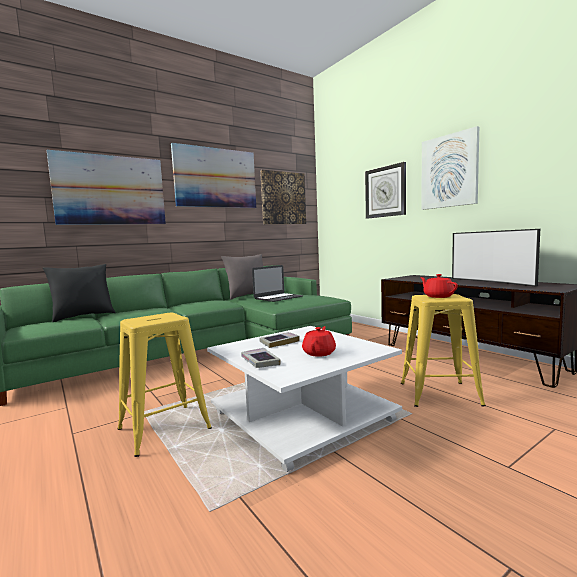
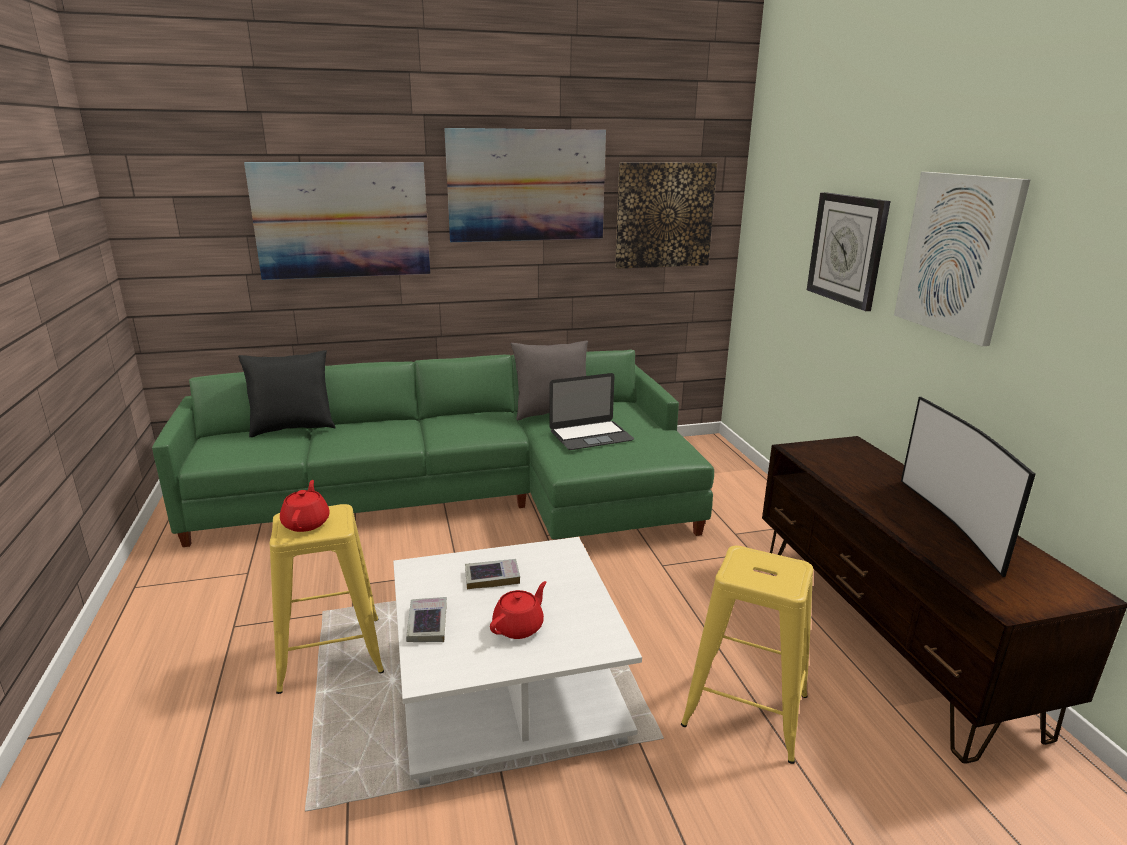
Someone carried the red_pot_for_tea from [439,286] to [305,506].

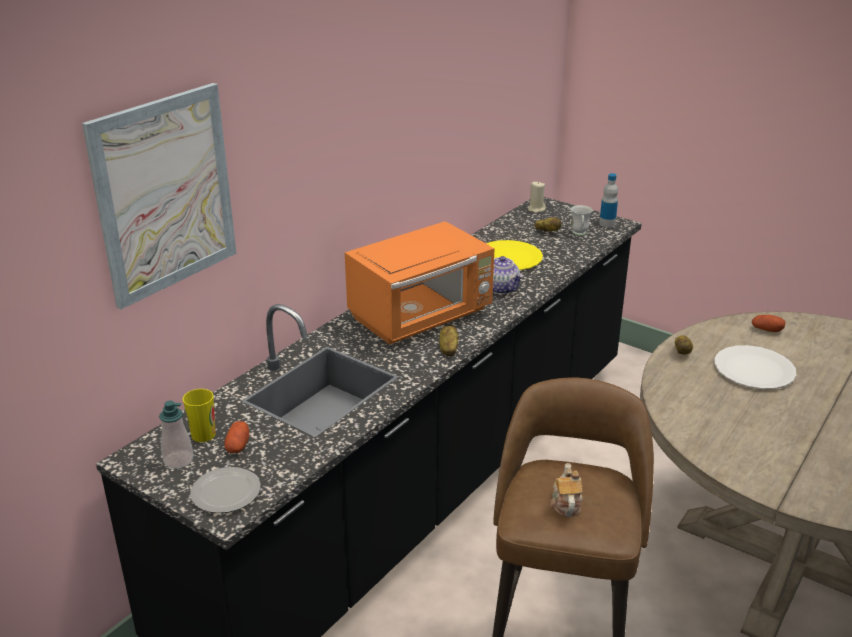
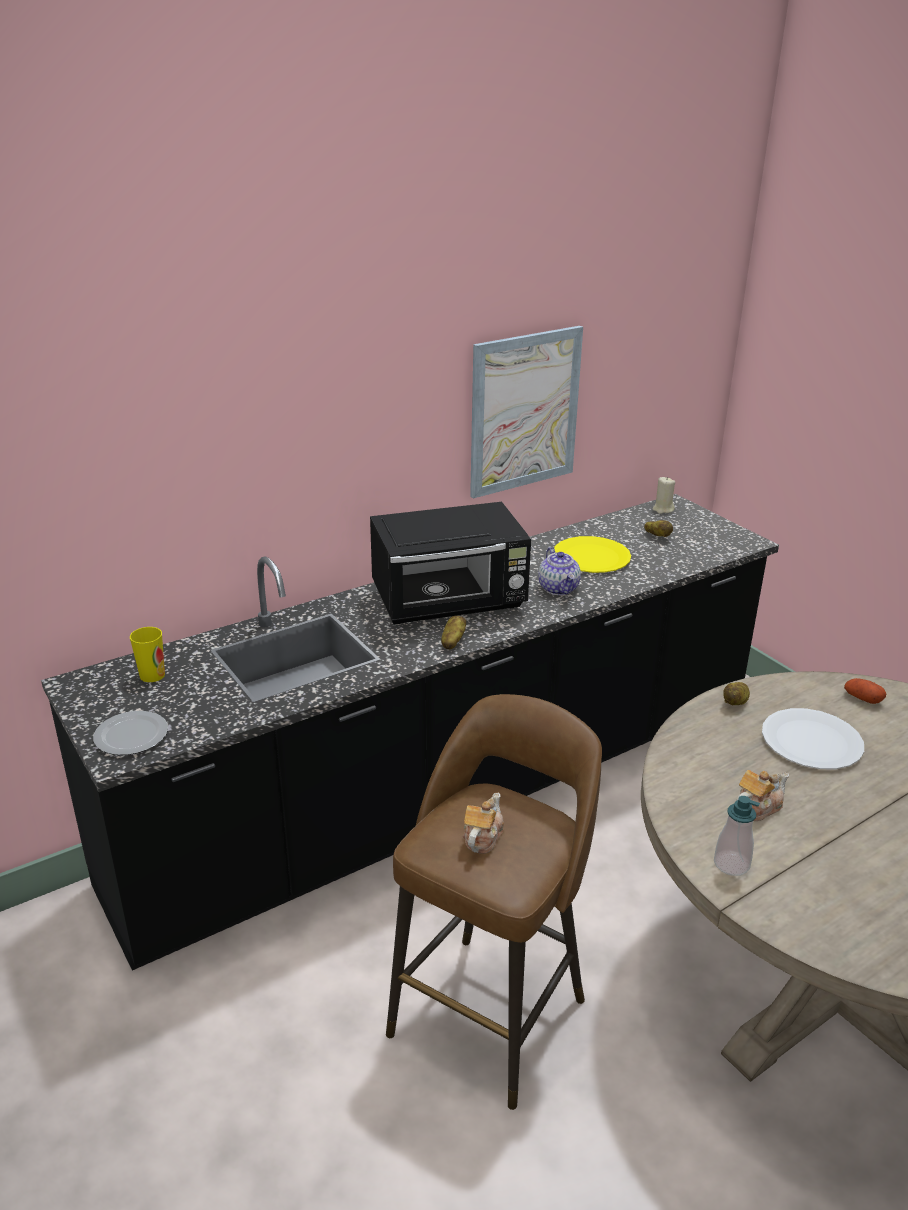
Someone carried the wall_art from [159,196] to [526,412]. Someone took away the bottle at [608,200]. Someone took away the white-coloured_coffee_mug at [581,220]. Someone repainted the orange-coloured_microwave_oven at [420,283], which became the black-coloured_microwave_oven at [450,563]. Someone carried the soap_bottle from [176,435] to [737,836]. Someone took away the spud at [236,437]. Someone put down the pot_for_tea at [762,795].

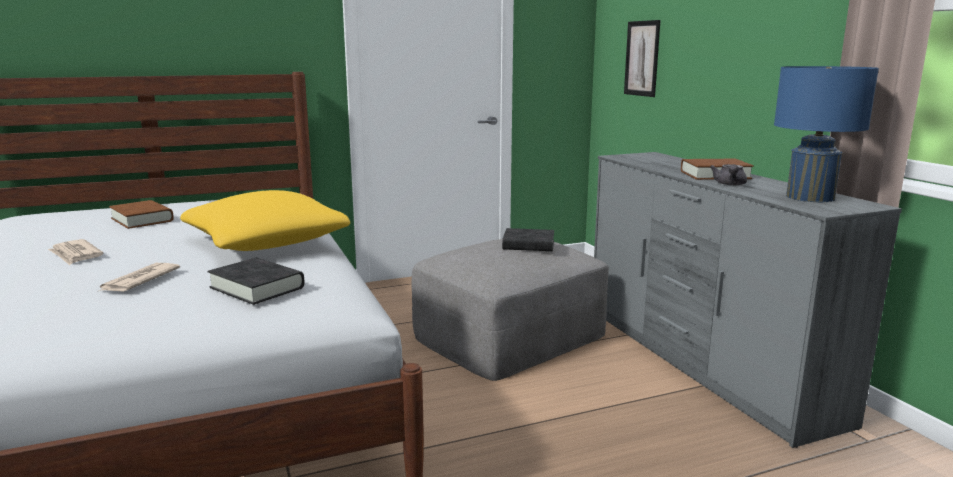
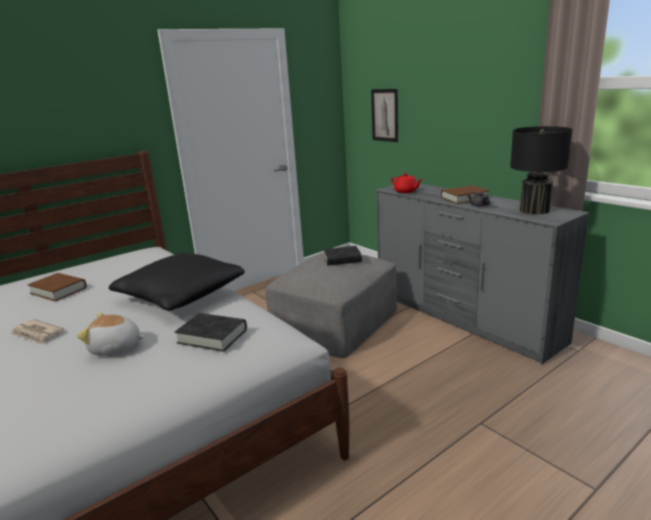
Someone repainted the blue-coloured_lamp_for_a_table at [826,134], which became the black-coloured_lamp_for_a_table at [541,170]. Someone repainted the yellow_pillow at [265,220], which became the black-coloured_pillow at [177,281]. Someone swapped the printed_paper at [139,277] for the plush_toy at [111,334]. Someone put down the red_pot_for_tea at [407,183].

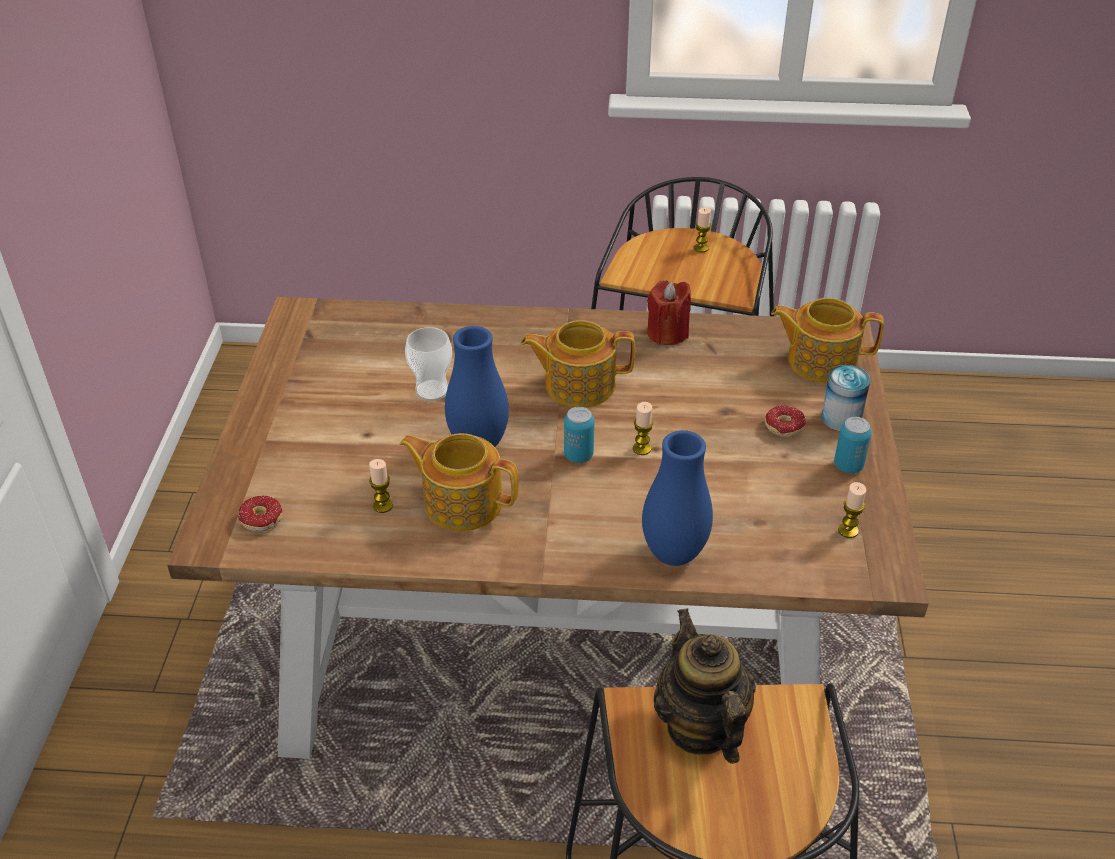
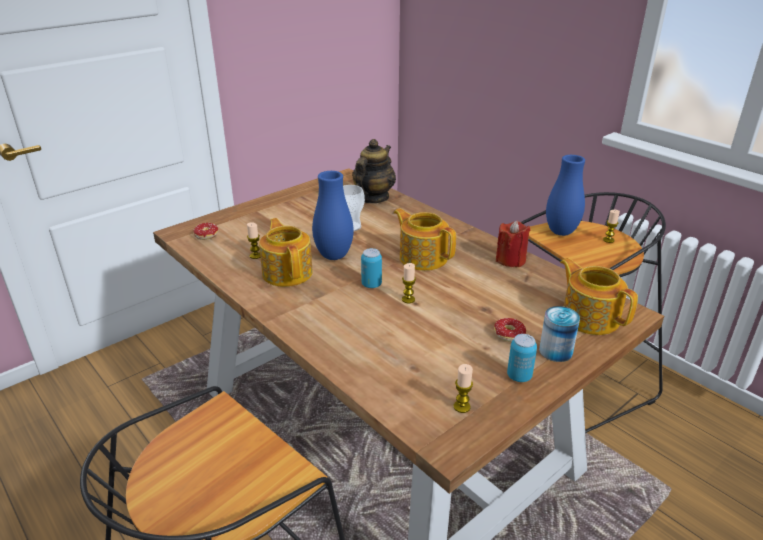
Someone carried the blue-coloured_flower_vase from [677,498] to [565,195]. Someone carried the pot_for_tea from [705,686] to [374,171].

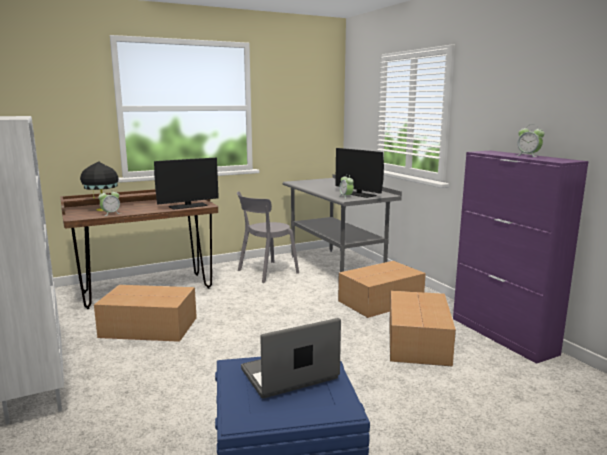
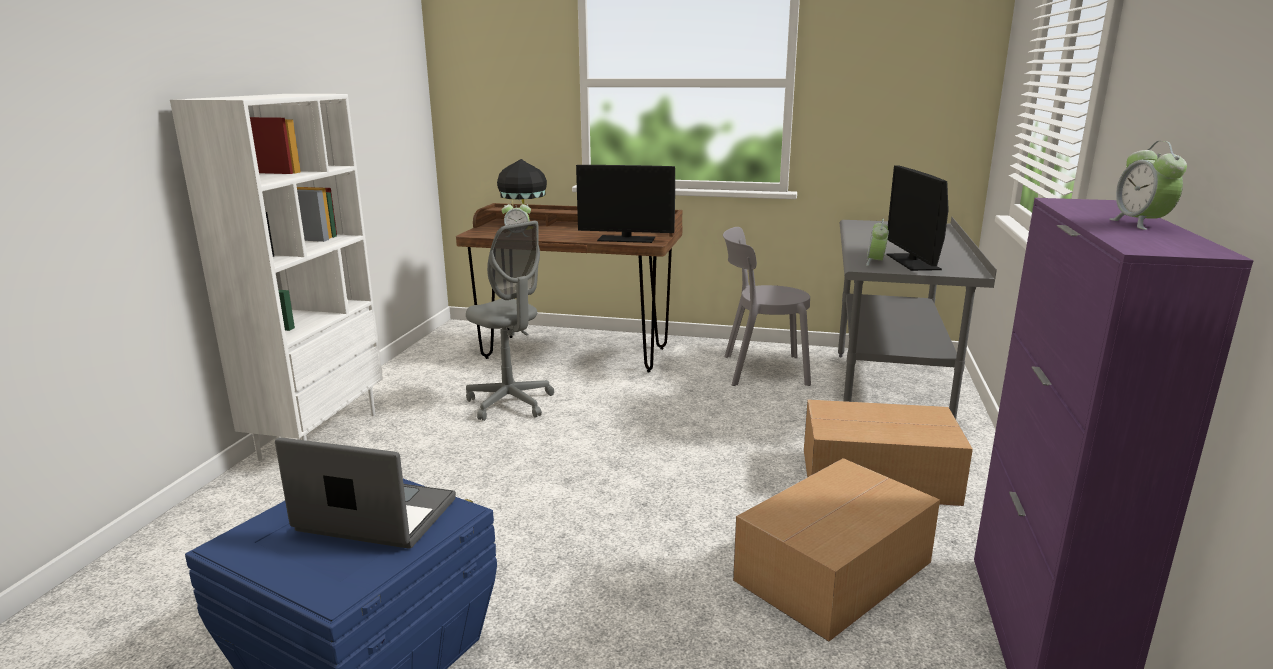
Someone swapped the packing_box at [145,313] for the grey_office_chair at [510,321].

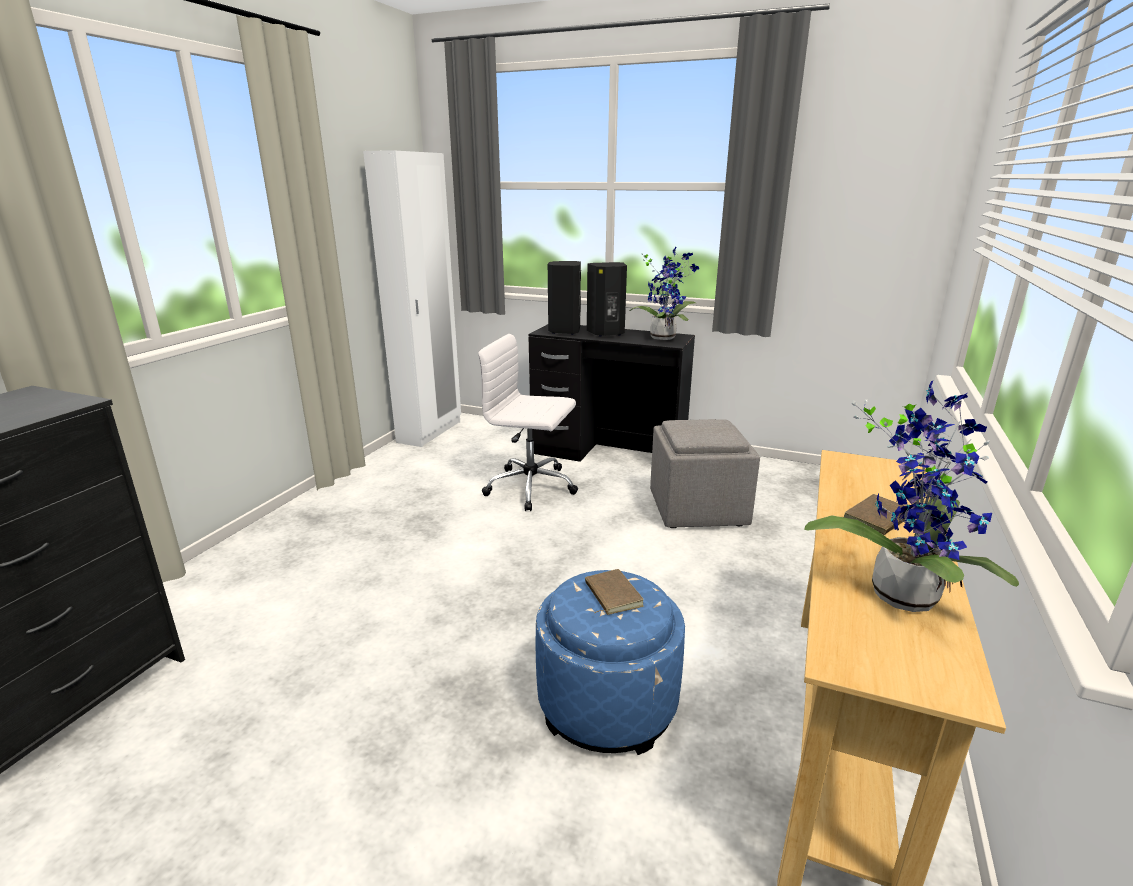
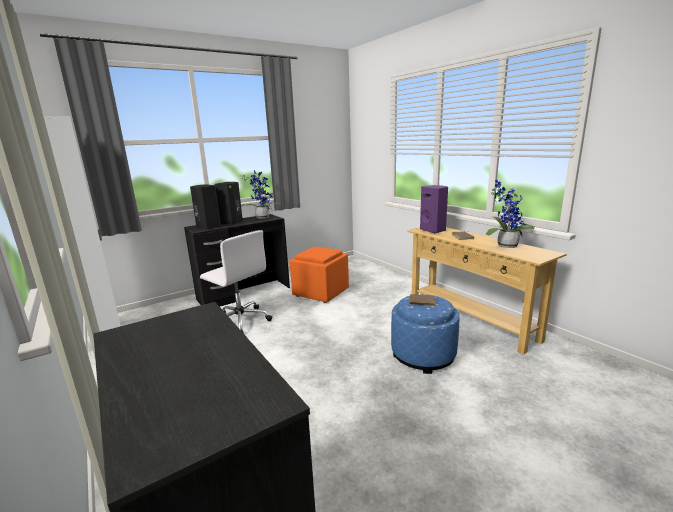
Someone rotated the white-coloured_office_chair at [528,422] by 105 degrees counterclockwise. Someone repainted the grey_pouffe at [705,473], which became the orange-coloured_pouffe at [319,275]. Someone put down the purple_speaker at [434,209].

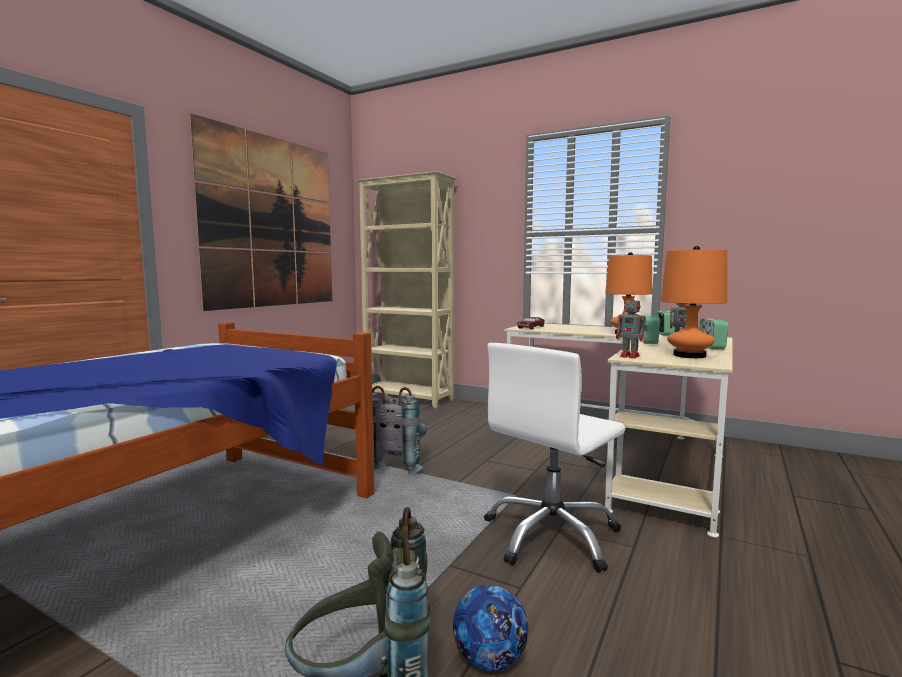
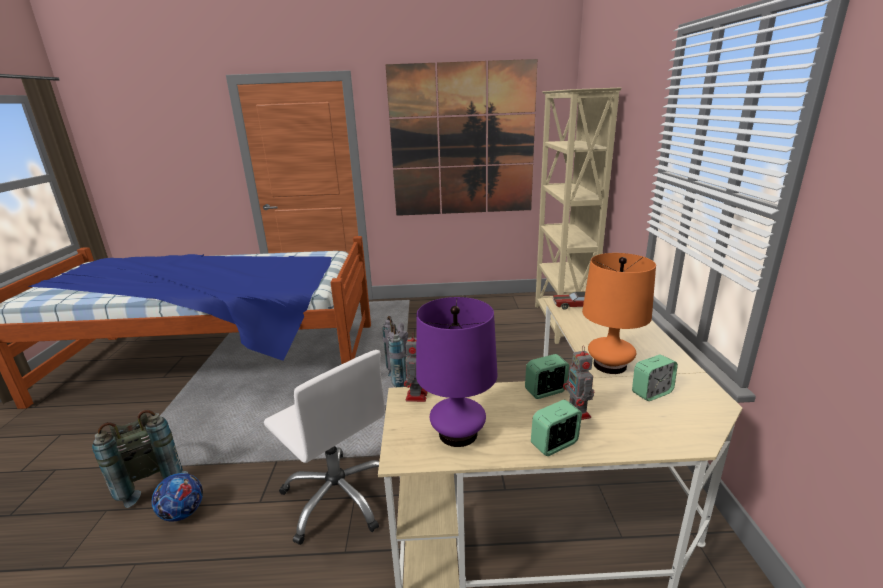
Someone repainted the orange-coloured_lamp_for_a_table at [694,302], which became the purple_lamp_for_a_table at [457,372]. Someone rotated the white-coloured_office_chair at [554,458] by 150 degrees counterclockwise.

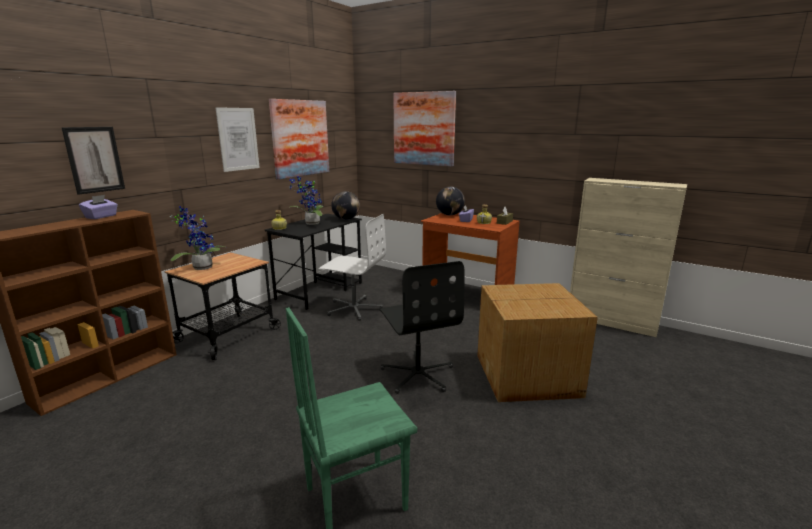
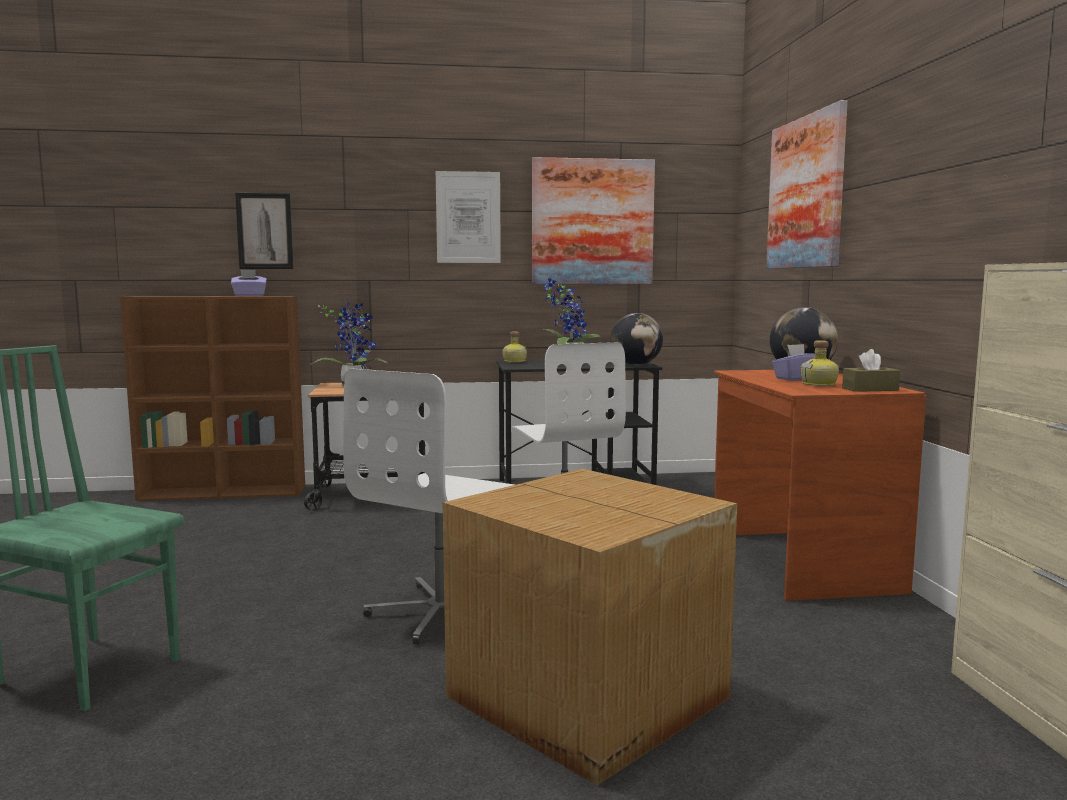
Someone repainted the black-coloured_office_chair at [422,327], which became the white-coloured_office_chair at [429,506].

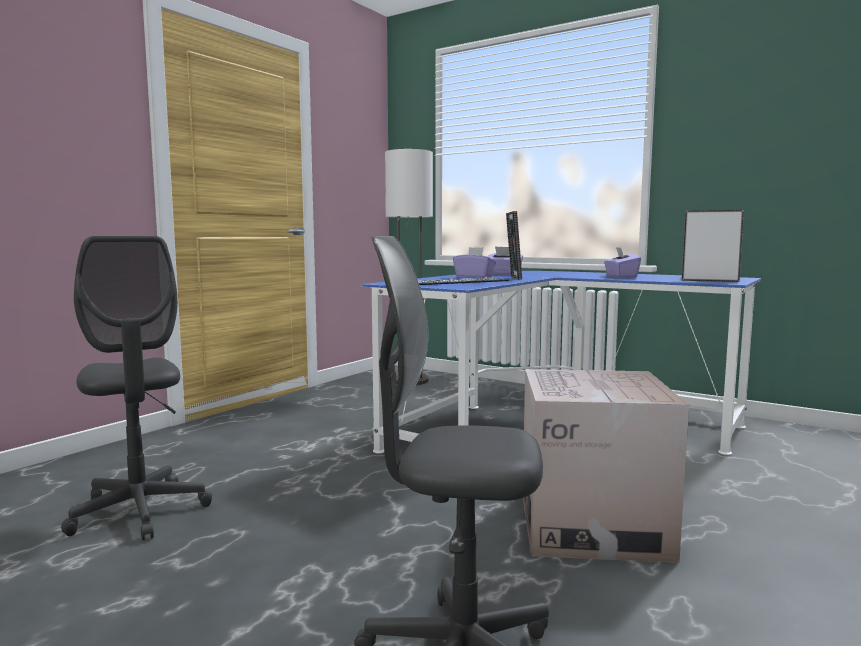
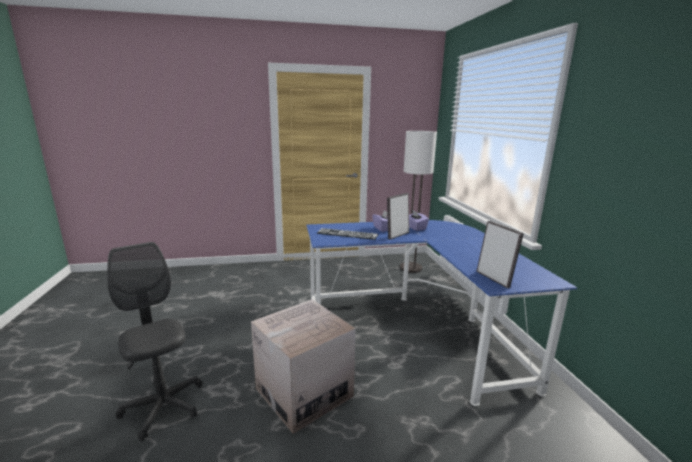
Someone took away the grey_office_chair at [136,388]. Someone took away the purple_tissue_holder at [622,262].

